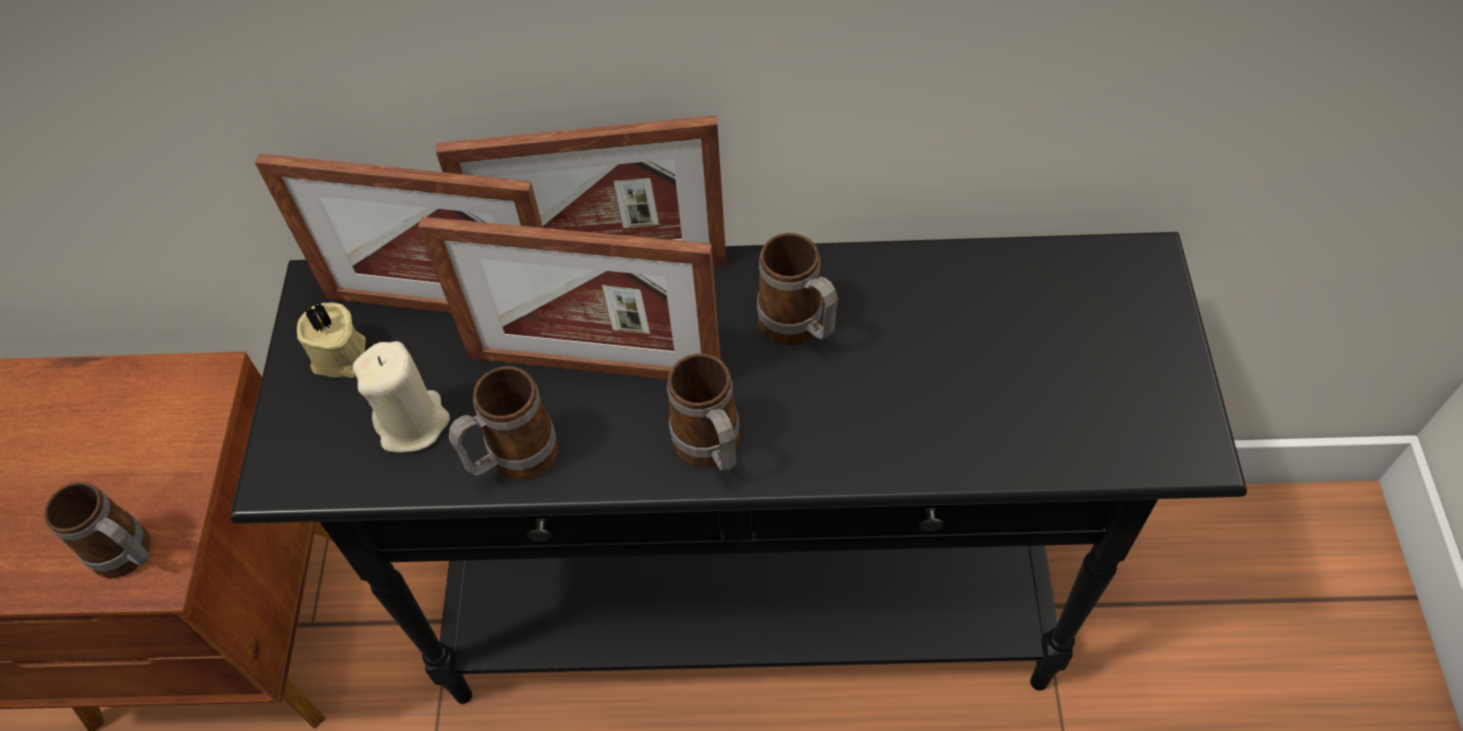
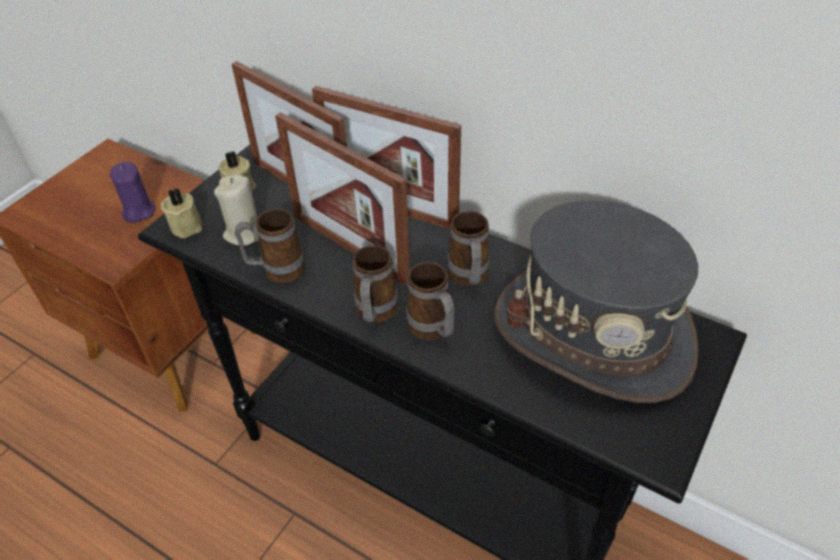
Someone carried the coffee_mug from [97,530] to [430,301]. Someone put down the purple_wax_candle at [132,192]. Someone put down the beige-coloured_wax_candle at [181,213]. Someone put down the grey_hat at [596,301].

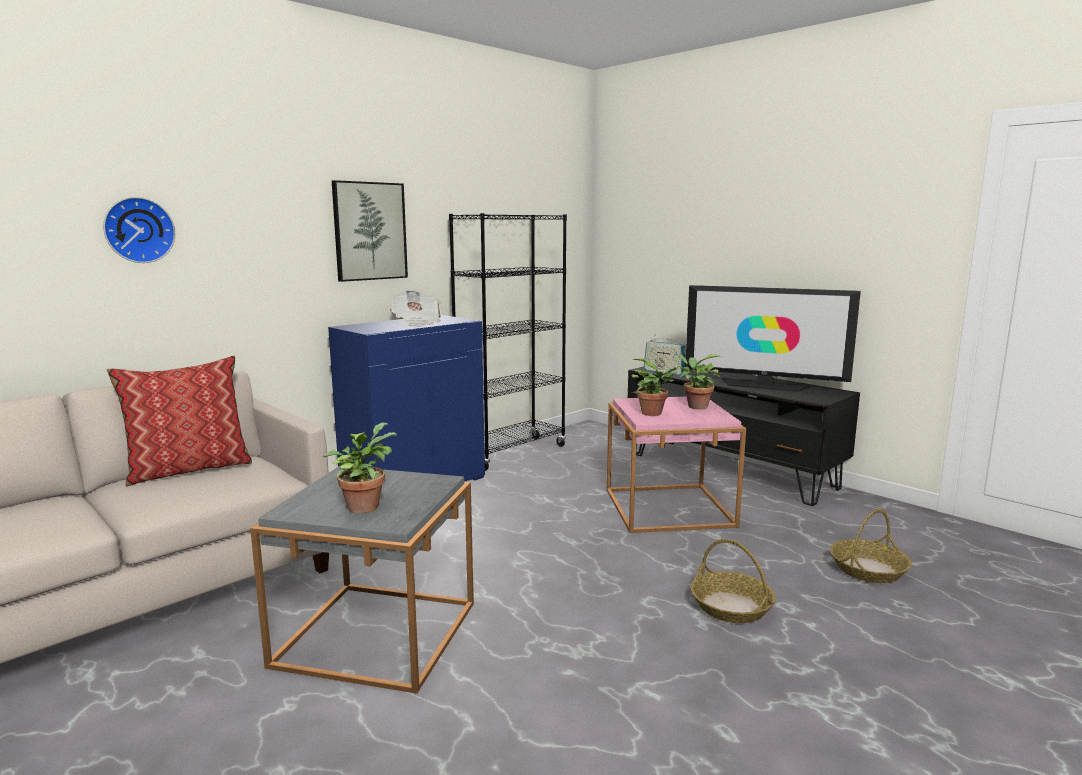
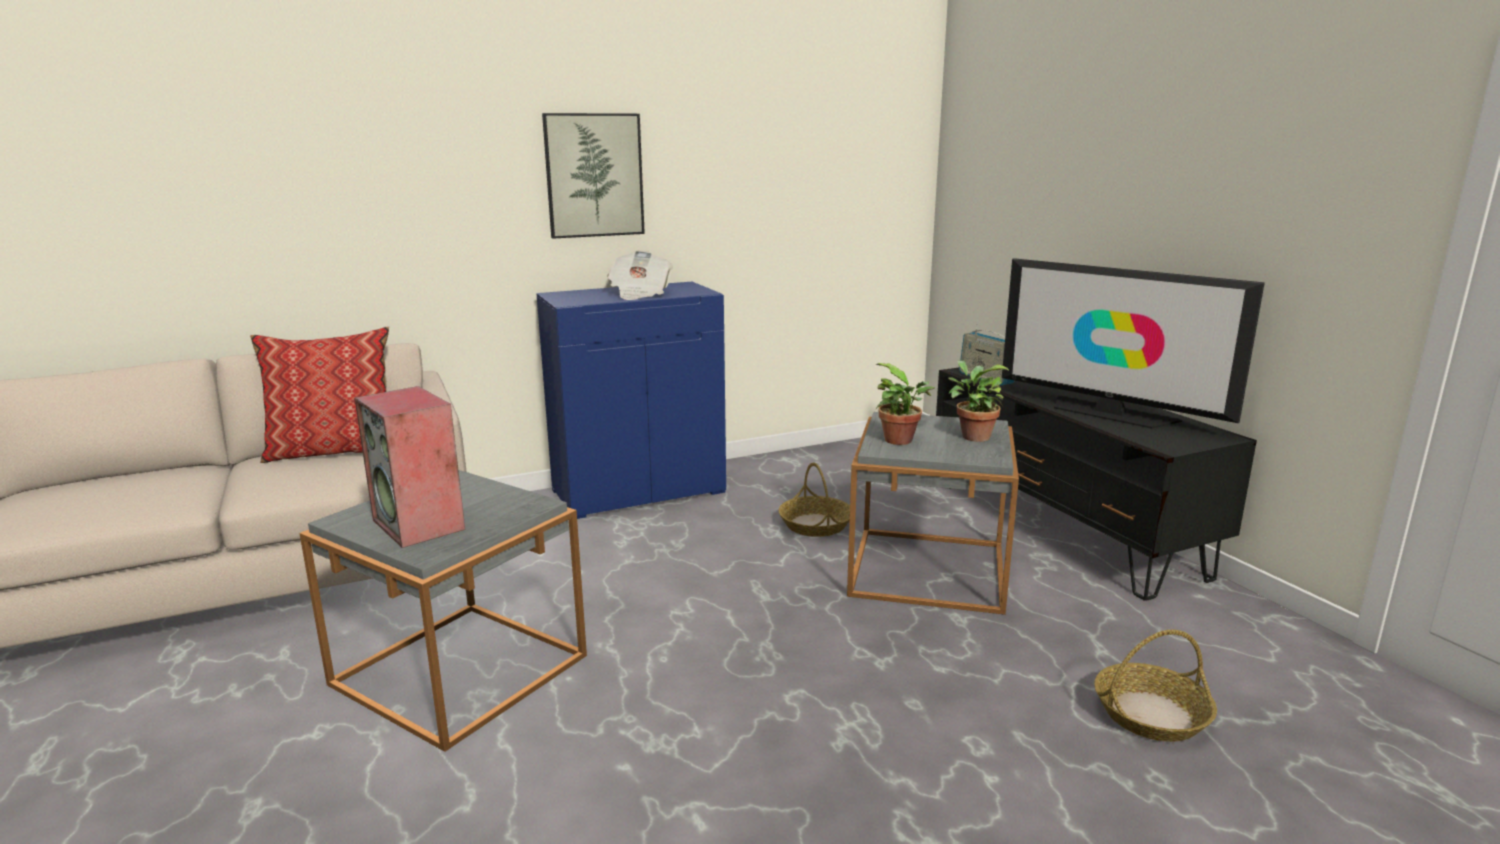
Someone took away the hanging_clock at [139,230]. Someone took away the black-coloured_bookcase at [508,342]. Someone repainted the pink-coloured_end_table at [676,465], which became the grey_end_table at [933,513]. Someone swapped the potted_plant at [360,468] for the speaker at [410,467]. Someone carried the household_basket from [733,581] to [814,500].

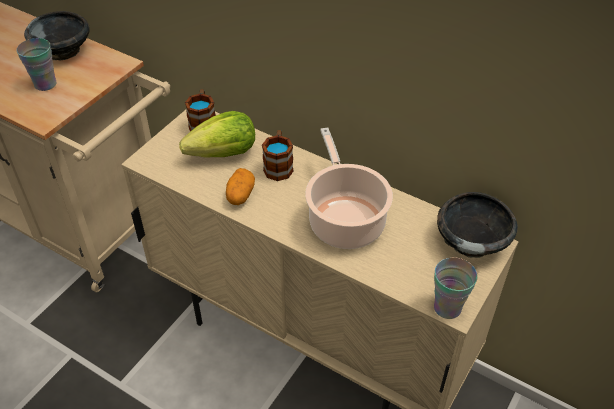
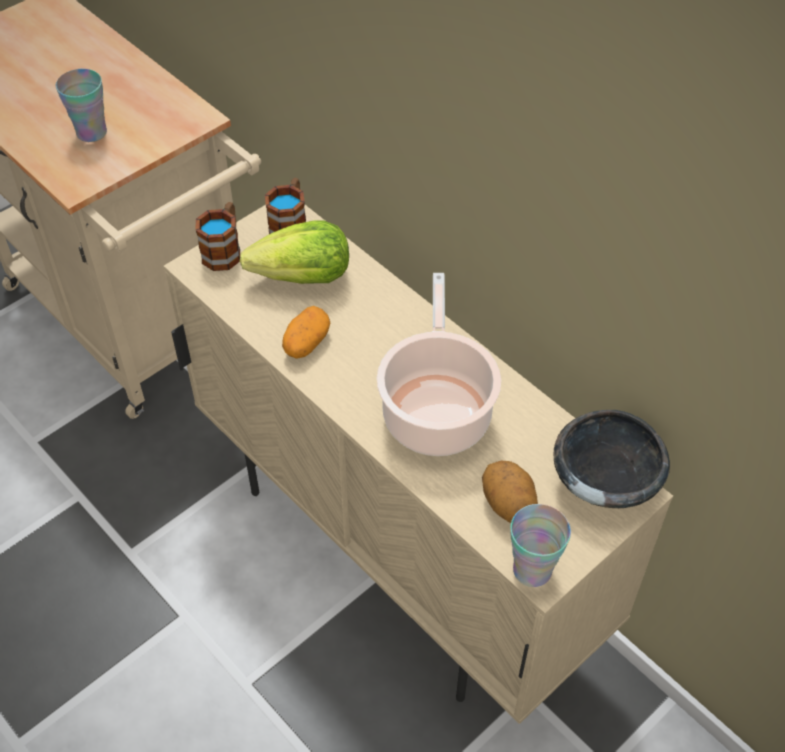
Someone took away the black-coloured_deep_dish at [57,36]. Someone carried the coffee_mug from [278,155] to [218,236]. Someone put down the spud at [510,491].

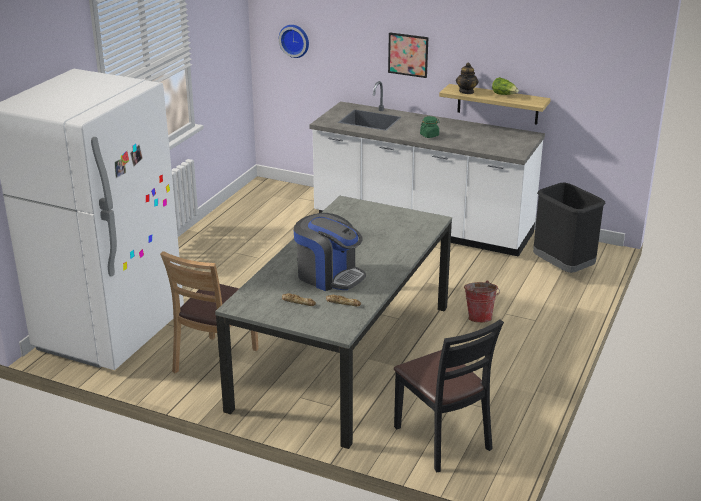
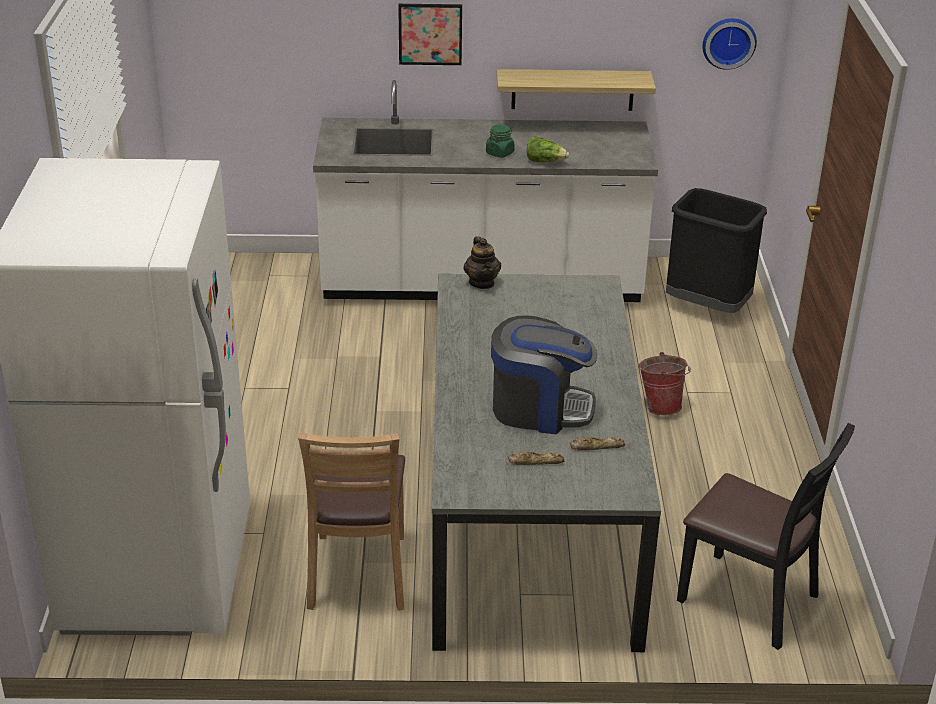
Someone carried the hanging_clock from [294,41] to [729,44]. Someone carried the pot_for_tea from [467,78] to [482,262]. Someone carried the lettuce from [505,86] to [548,149].

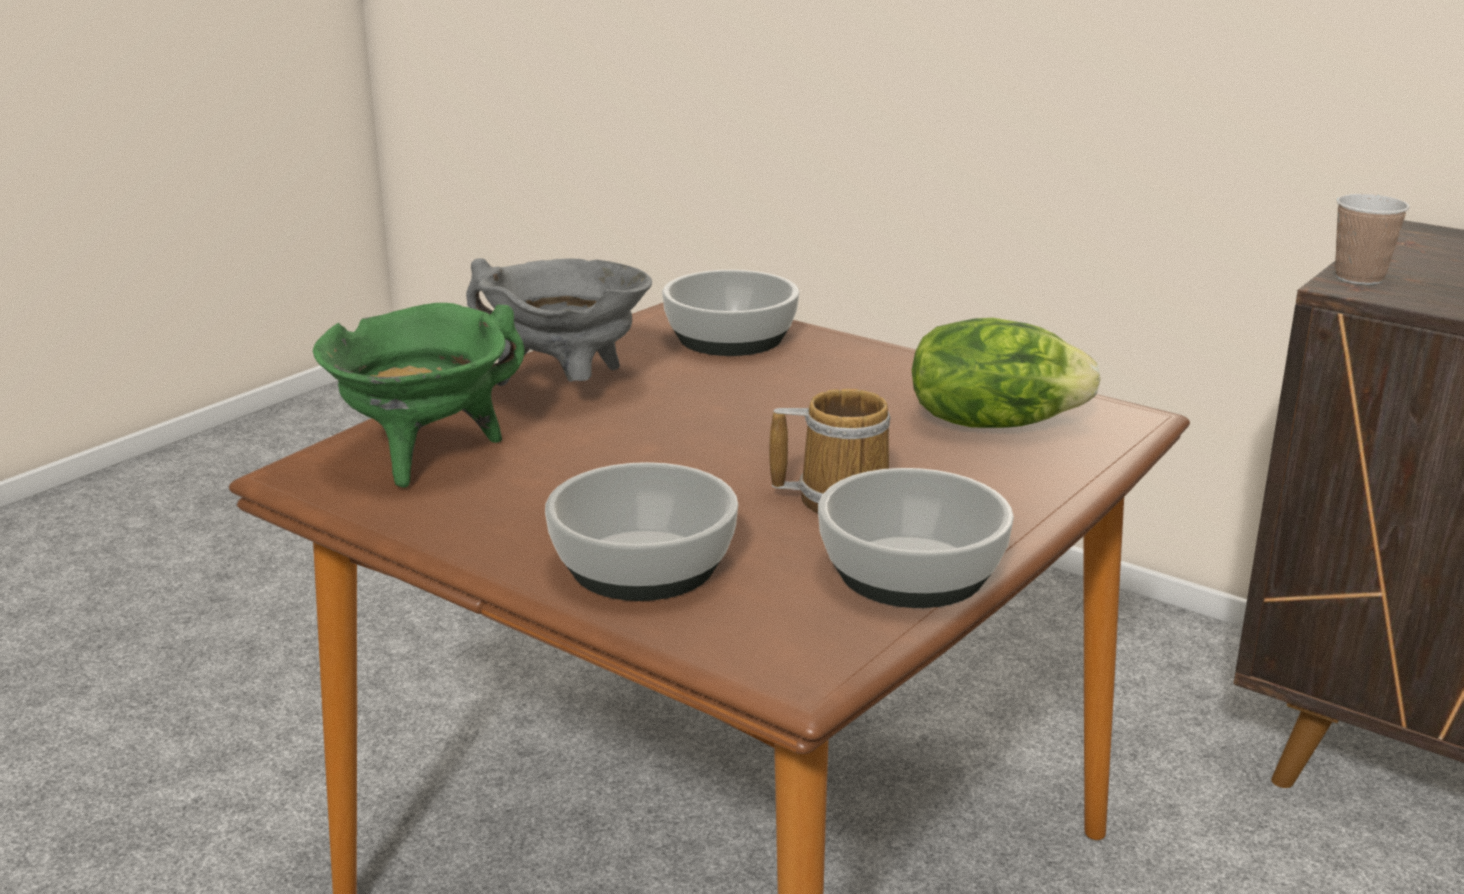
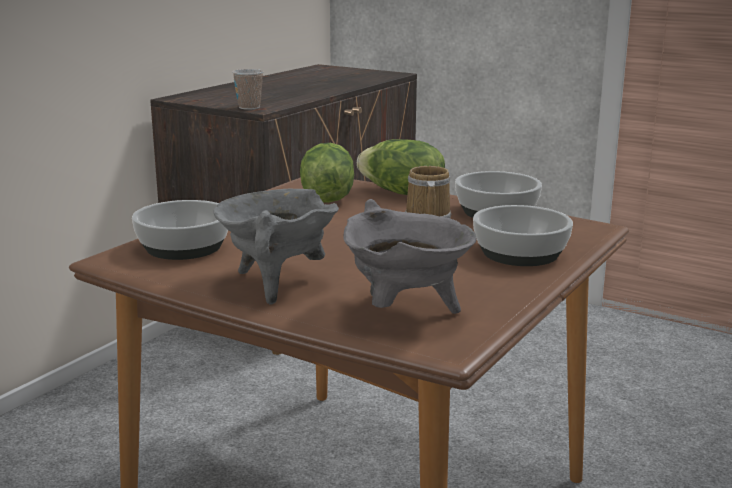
Someone repainted the greenish_stockpot at [419,395], which became the grey_stockpot at [410,256]. Someone put down the lettuce at [401,167].

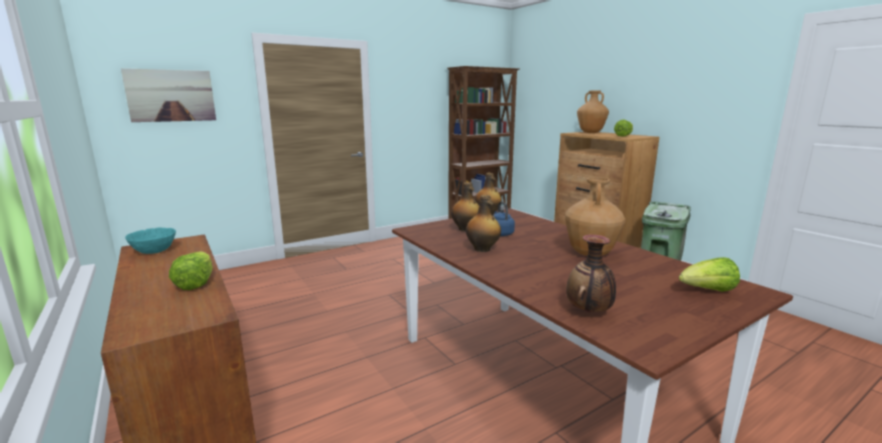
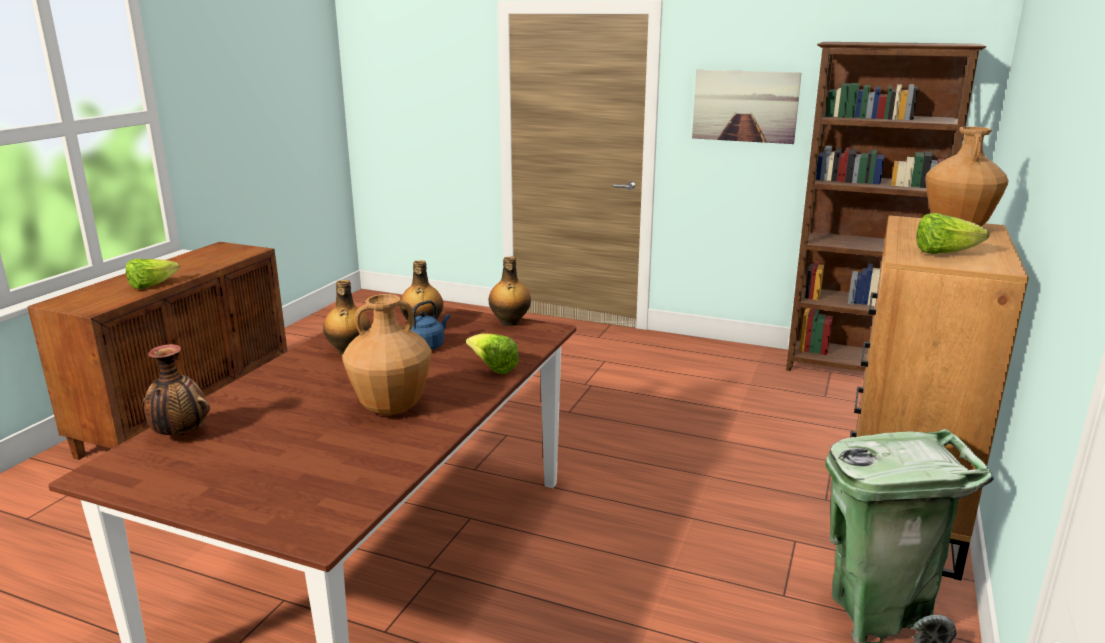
Someone carried the wall_art from [168,95] to [747,107]. Someone took away the turquoise-coloured_deep_dish at [150,240]. Someone carried the lettuce from [709,274] to [492,354].

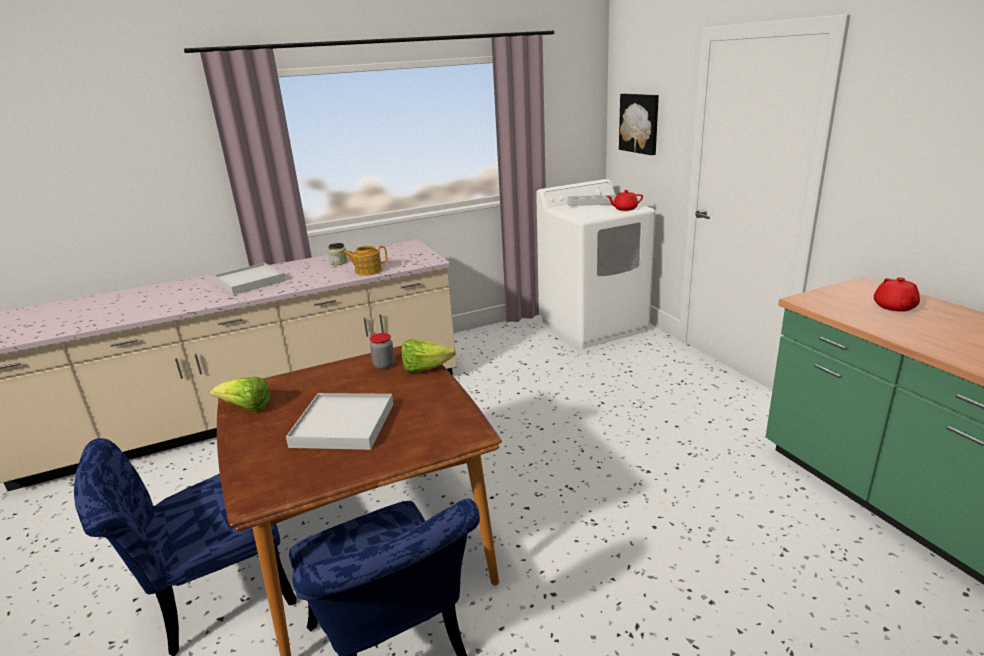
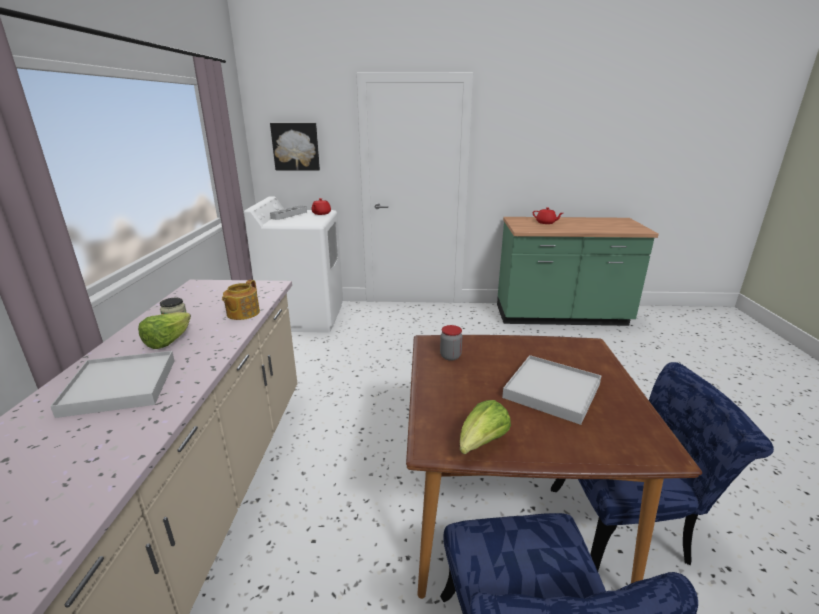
Someone carried the lettuce from [429,356] to [164,330].

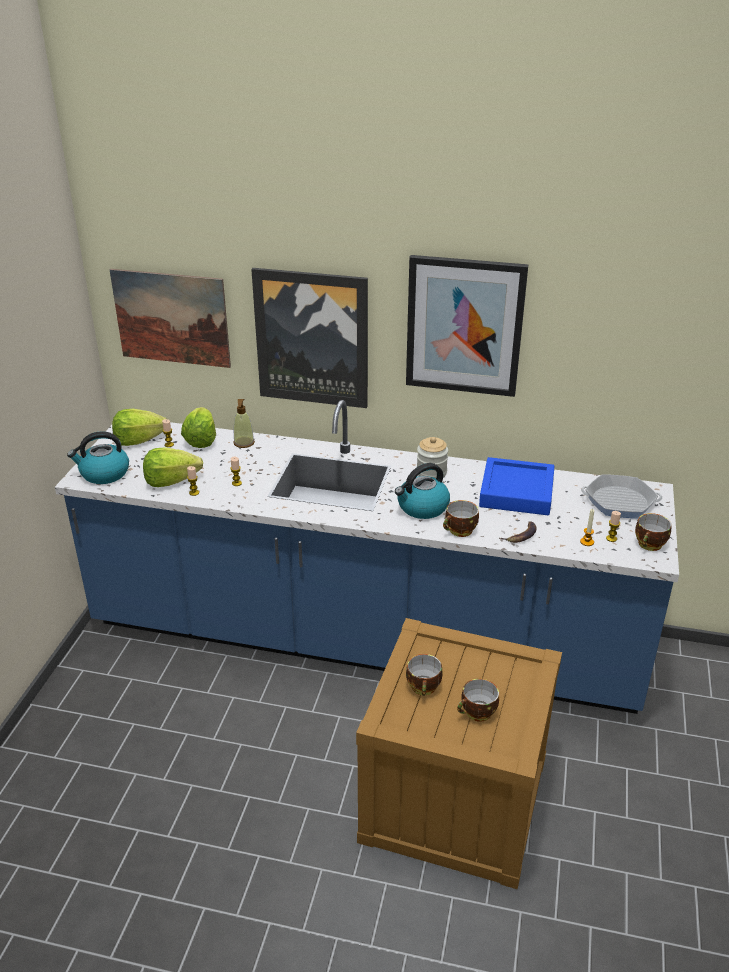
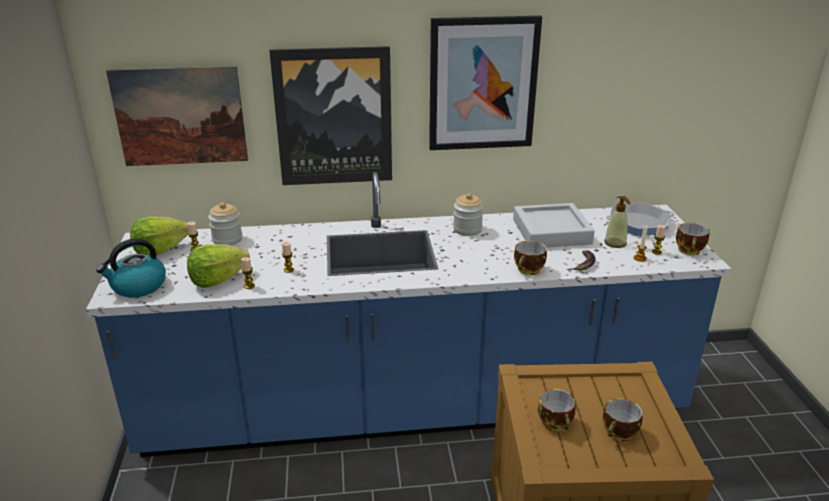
Someone carried the soap_bottle from [244,423] to [617,222]. Someone swapped the lettuce at [198,427] for the preserve_jar at [225,224]. Someone repainted the blue-coloured_carrying_tray at [517,486], which became the grey_carrying_tray at [554,225]. Someone took away the kettle at [422,491].

